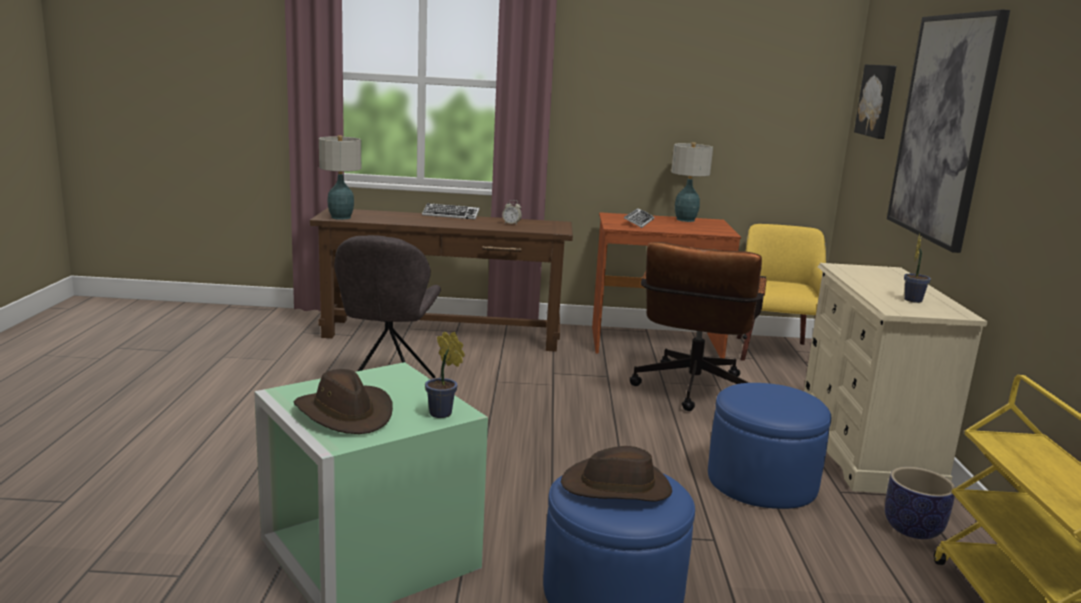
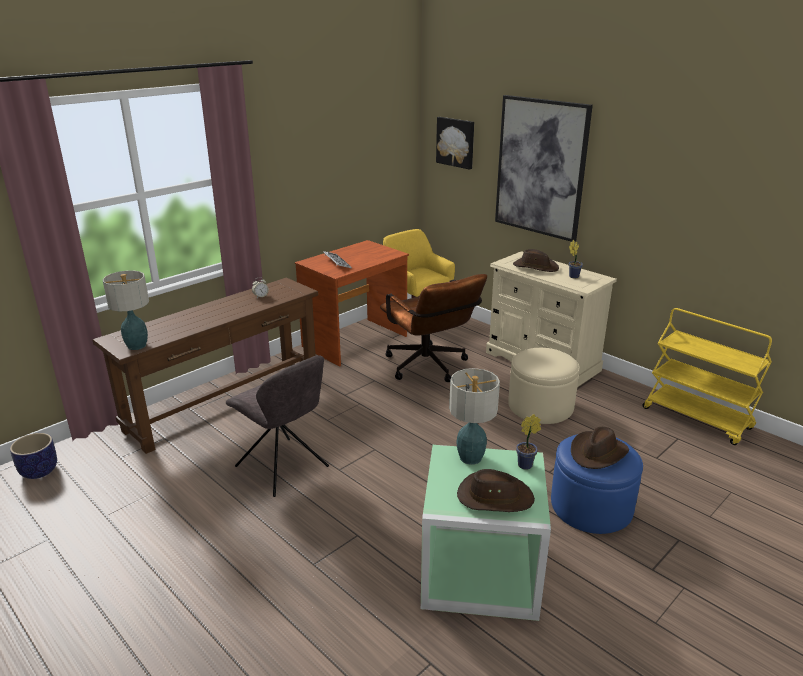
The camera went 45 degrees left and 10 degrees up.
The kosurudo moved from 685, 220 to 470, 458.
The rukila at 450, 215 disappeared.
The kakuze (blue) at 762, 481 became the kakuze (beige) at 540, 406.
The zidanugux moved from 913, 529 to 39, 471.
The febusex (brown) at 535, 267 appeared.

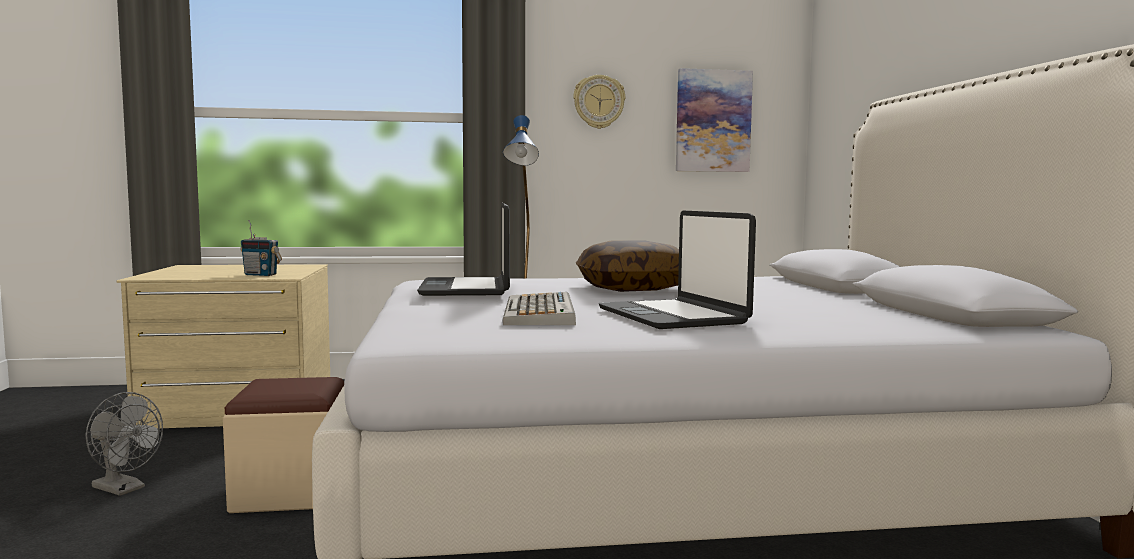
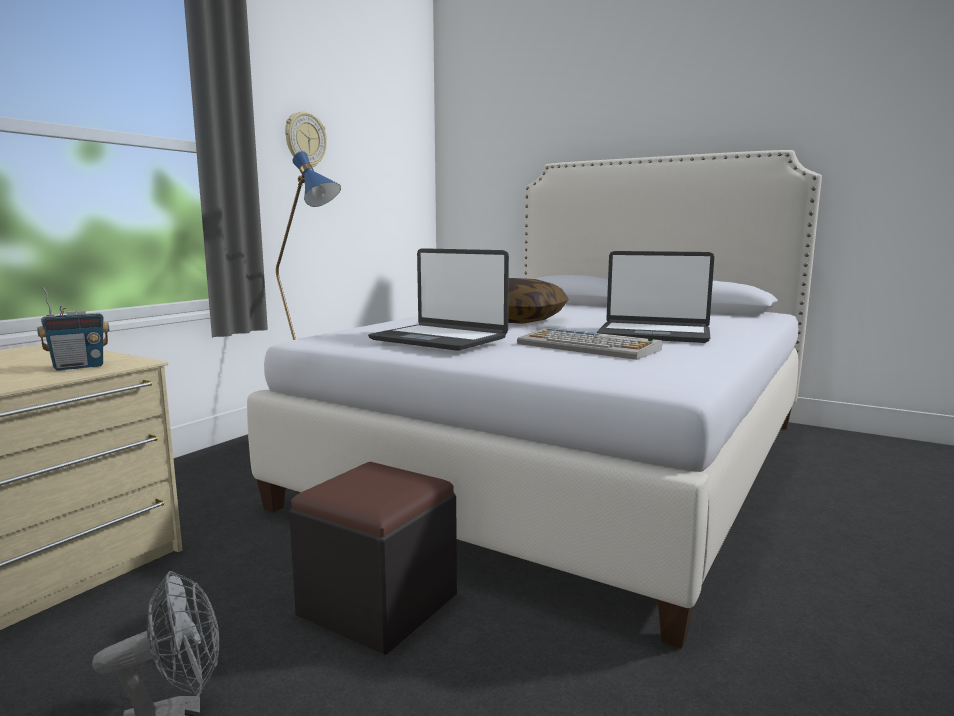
The camera went 50 degrees left and 5 degrees up.
The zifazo at 713, 121 disappeared.
The kakuze (beige) at 291, 491 became the kakuze (black) at 378, 605.

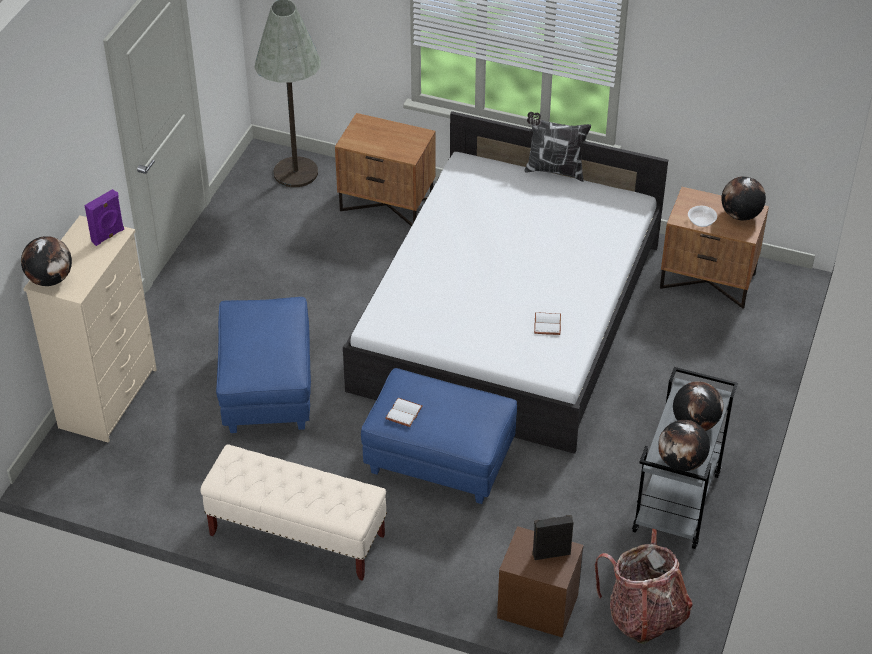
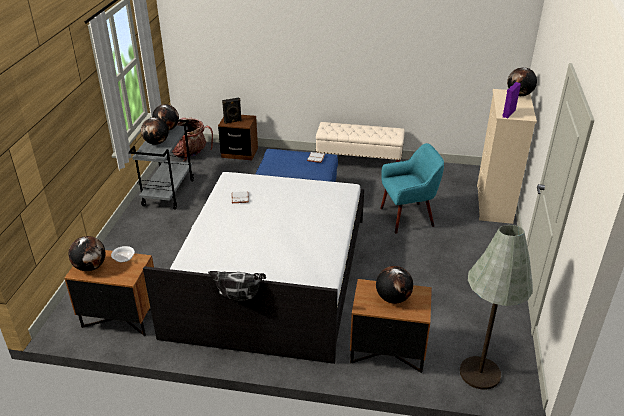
The camera went 170 degrees right and 10 degrees down.
The kakuze (blue) at 267, 390 was replaced by the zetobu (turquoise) at 407, 217.
The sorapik at 392, 298 appeared.

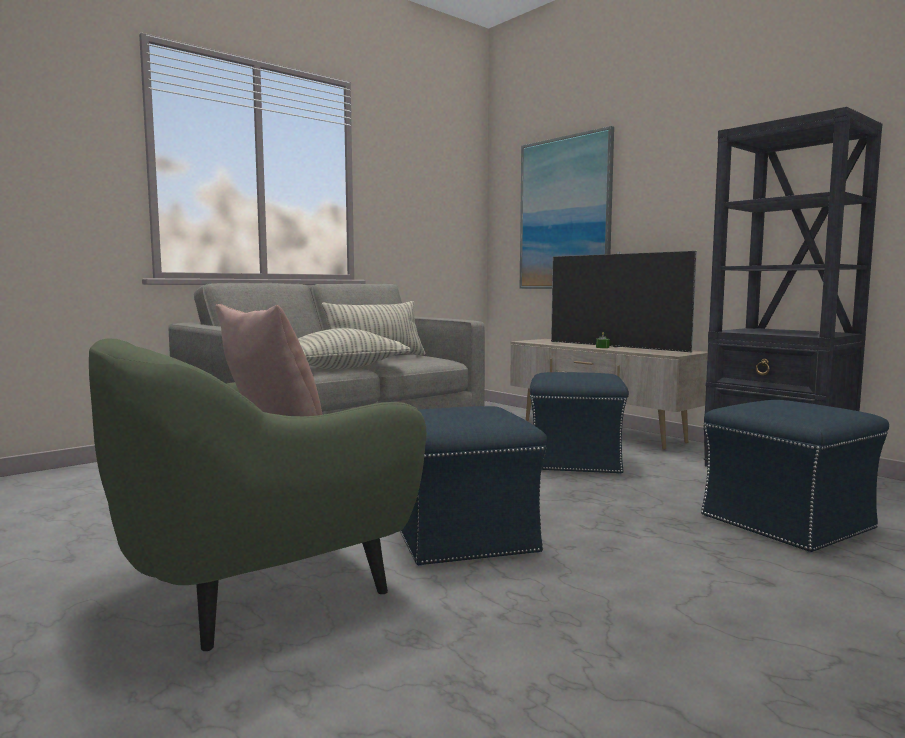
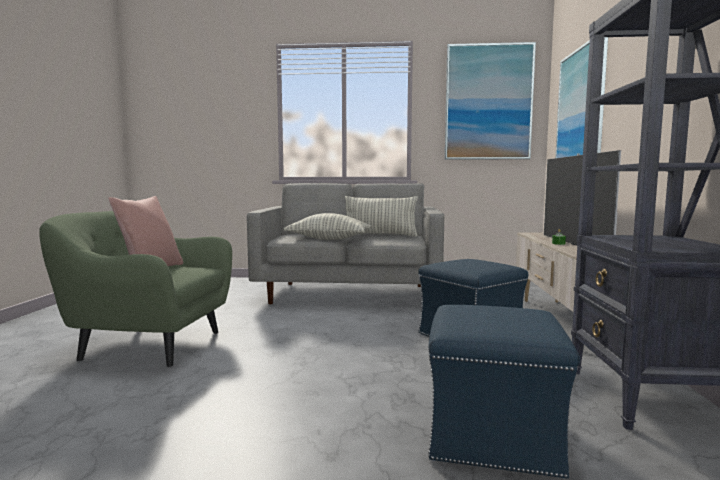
The camera went 45 degrees right and 0 degrees up.
The kakuze (blue) at 462, 535 disappeared.
The zifazo at 488, 102 appeared.

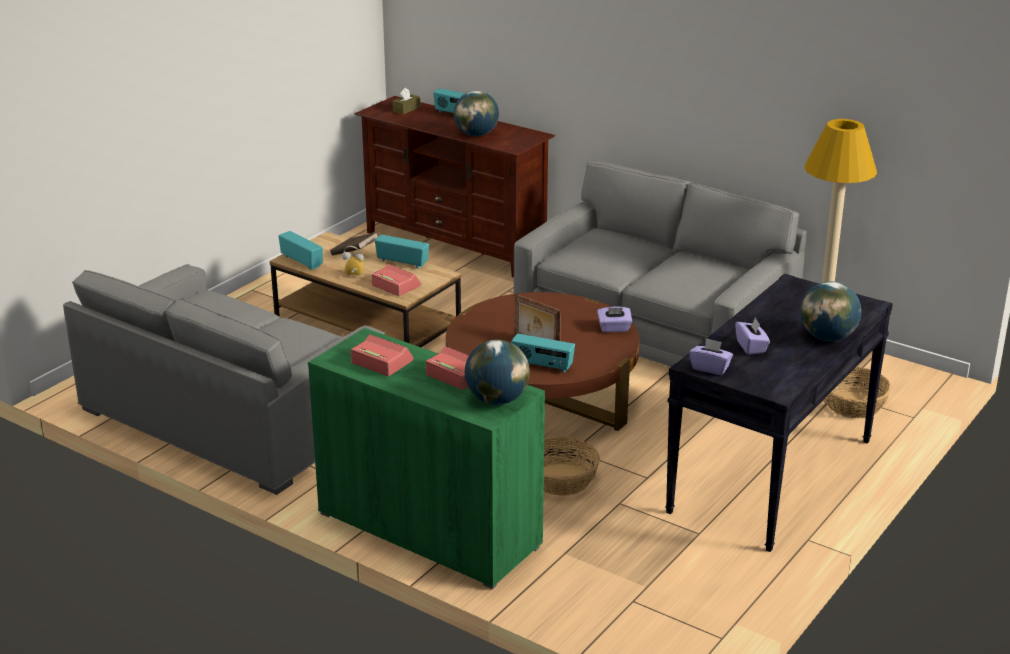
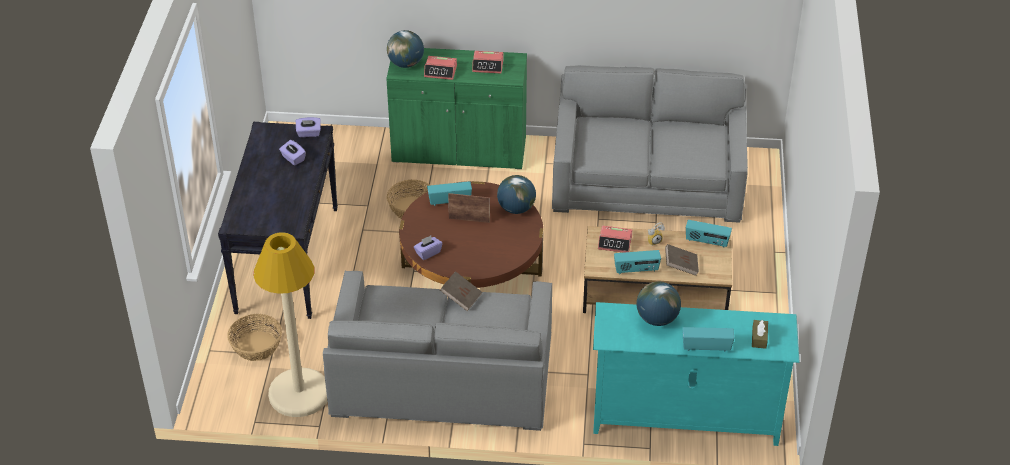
The camera went 150 degrees right and 15 degrees up.
The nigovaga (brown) at 456, 245 became the nigovaga (turquoise) at 685, 420.
The sorapik moved from 827, 337 to 516, 209.
The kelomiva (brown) at 461, 297 appeared.

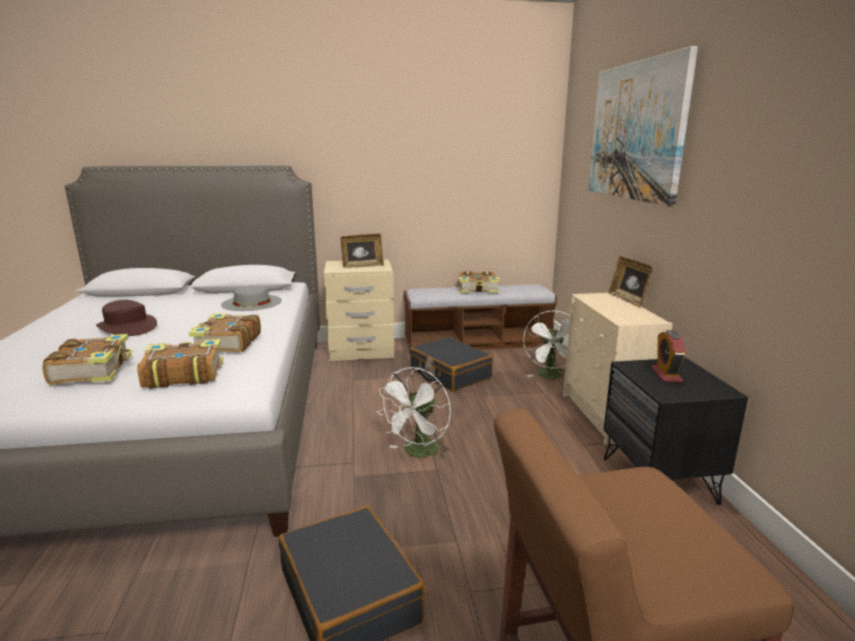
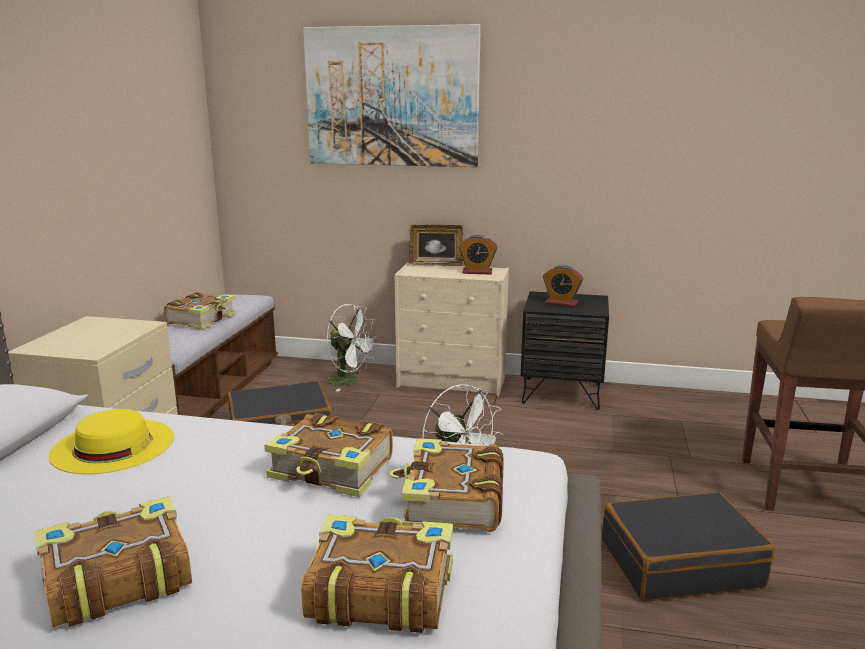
The camera went 70 degrees left and 0 degrees up.
The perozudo at 362, 266 disappeared.
The febusex (grey) at 252, 302 became the febusex (yellow) at 113, 445.
The febusex (brown) at 127, 327 was replaced by the kelomiva at 115, 579.
The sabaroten at 477, 272 appeared.

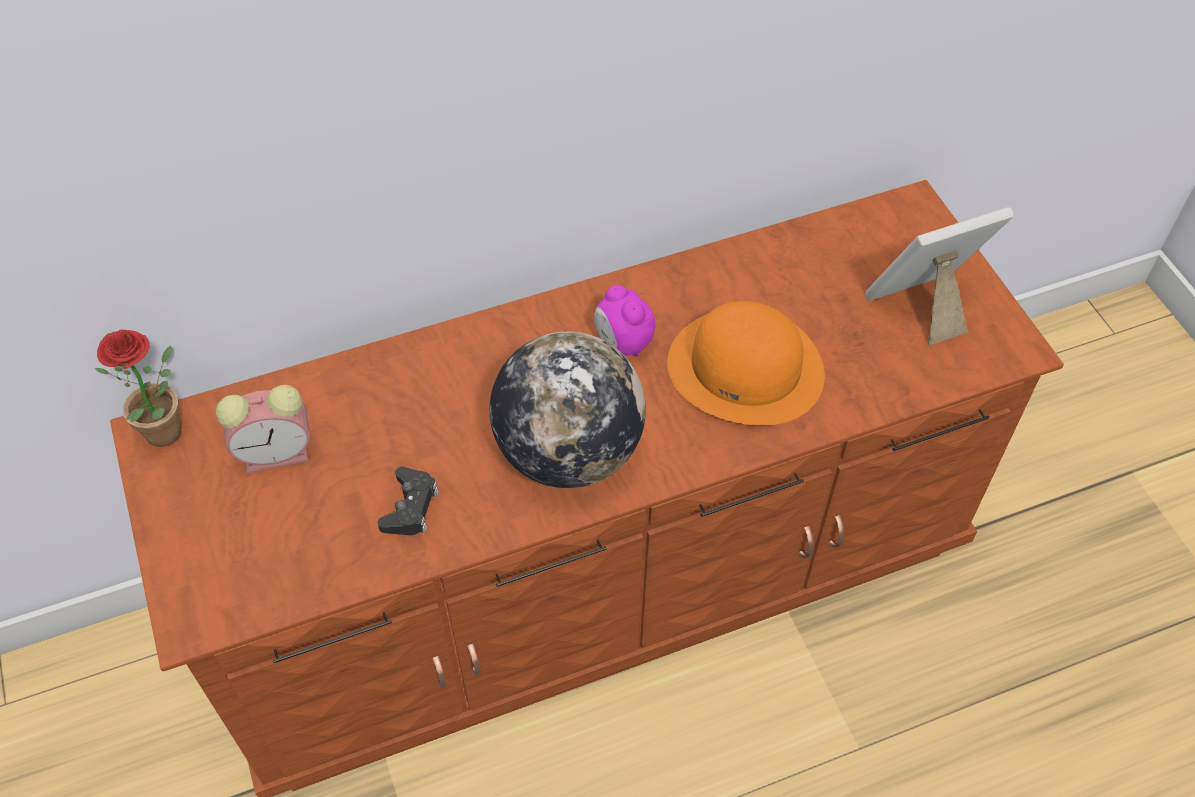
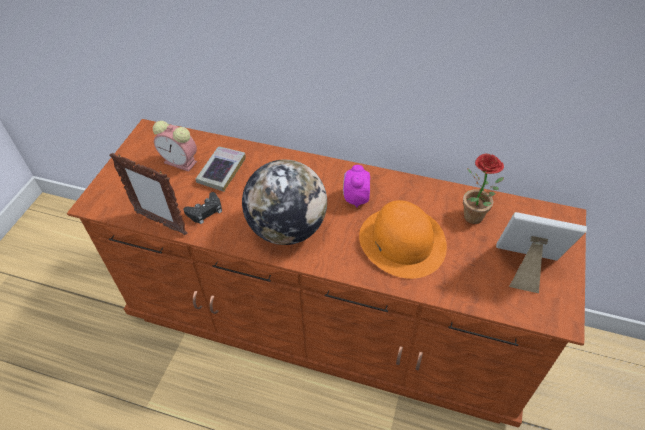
The camera went 40 degrees right and 5 degrees down.
The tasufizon moved from 169, 436 to 475, 220.
The kelomiva at 221, 171 appeared.
The perozudo at 161, 223 appeared.

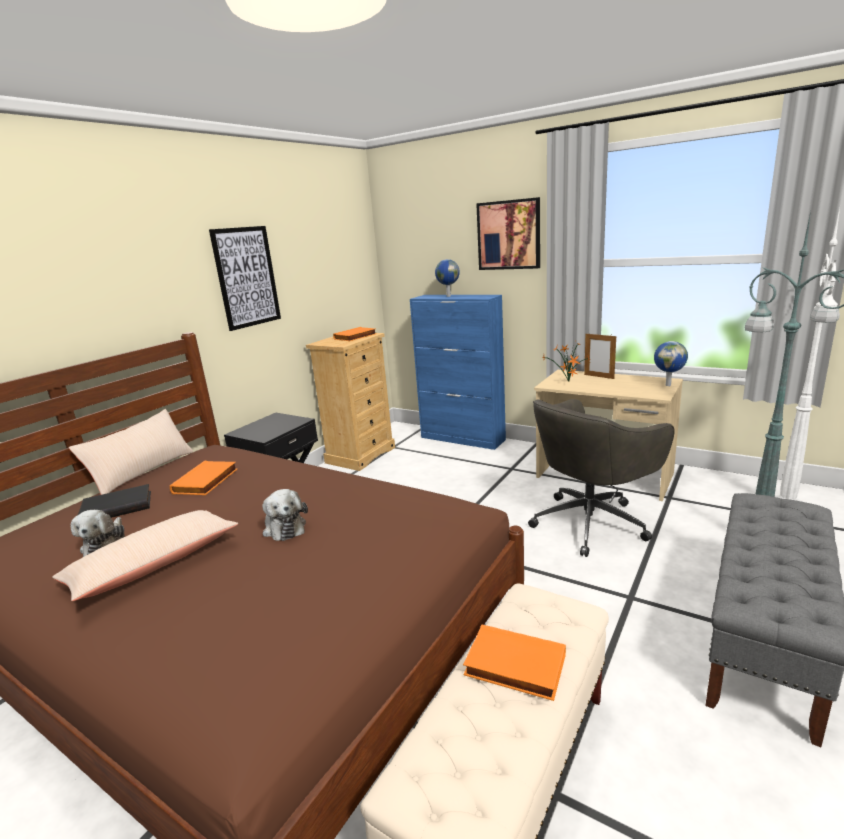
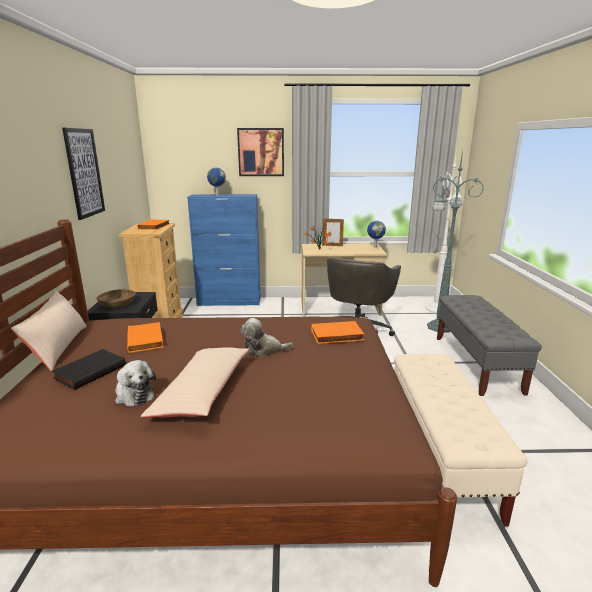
The camera went 35 degrees left and 0 degrees up.
The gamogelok at 284, 527 turned 150 degrees clockwise.
The kelomiva (orange) moved from 514, 667 to 336, 336.
The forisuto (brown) at 117, 303 appeared.

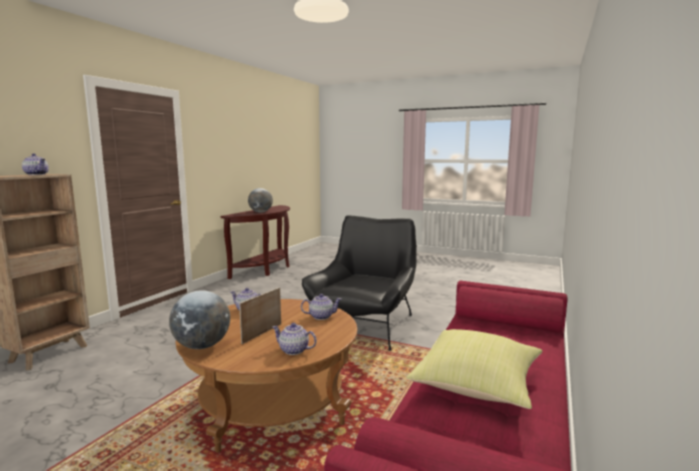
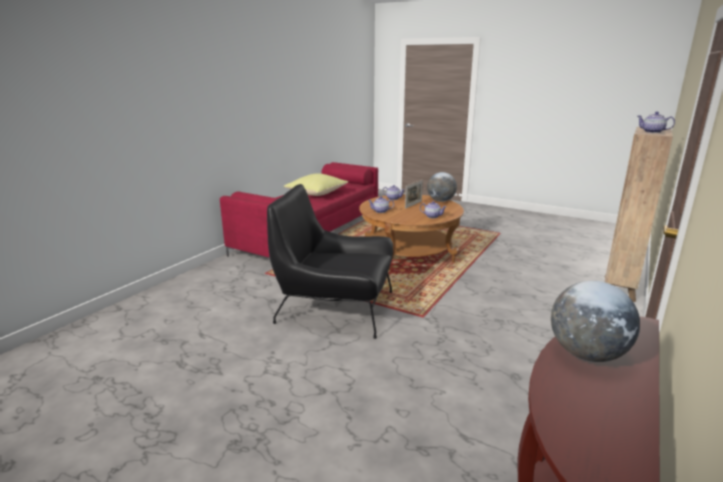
The camera went 175 degrees left and 10 degrees up.
The zetobu (black) at 364, 325 turned 75 degrees clockwise.

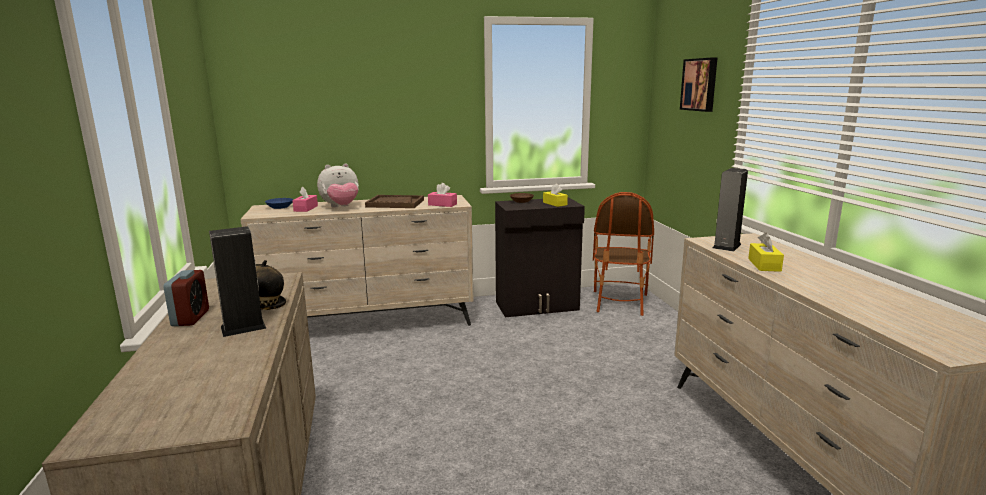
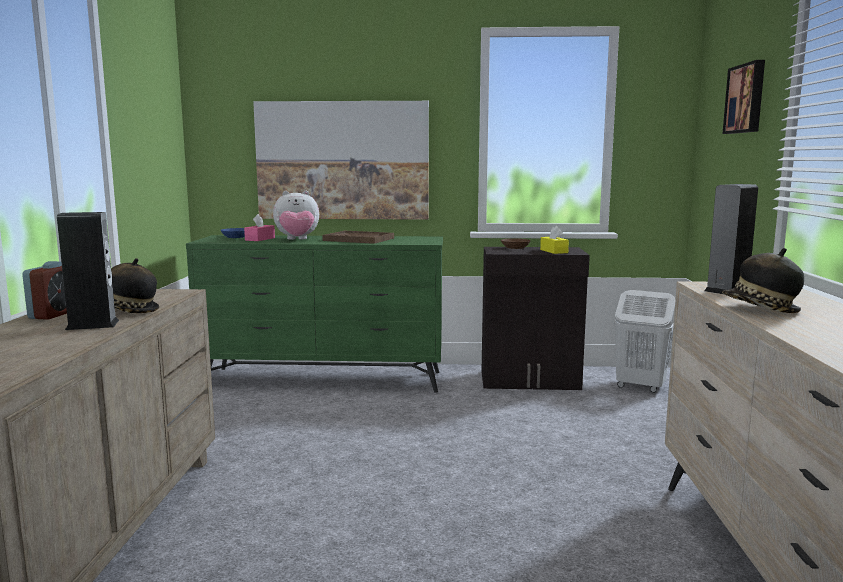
The camera went 15 degrees right and 5 degrees down.
The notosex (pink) at 442, 204 disappeared.
The zetobu at 619, 302 was replaced by the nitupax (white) at 639, 386.
The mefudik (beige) at 370, 324 became the mefudik (green) at 325, 380.
The notosex (yellow) at 764, 265 was replaced by the febusex at 760, 309.
The zifazo at 343, 161 appeared.

